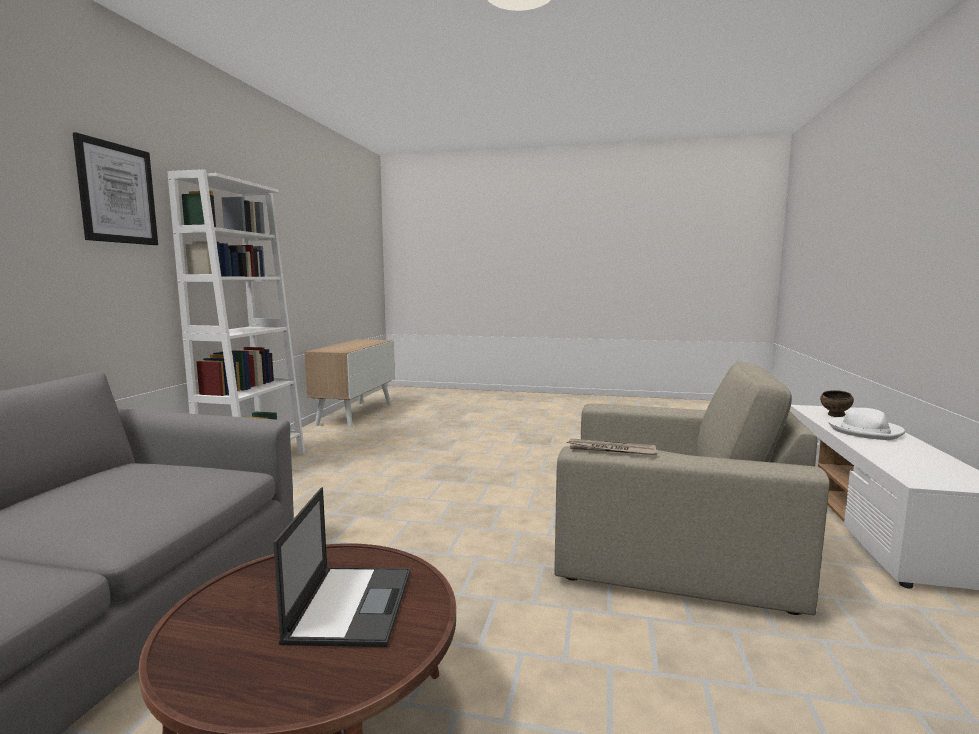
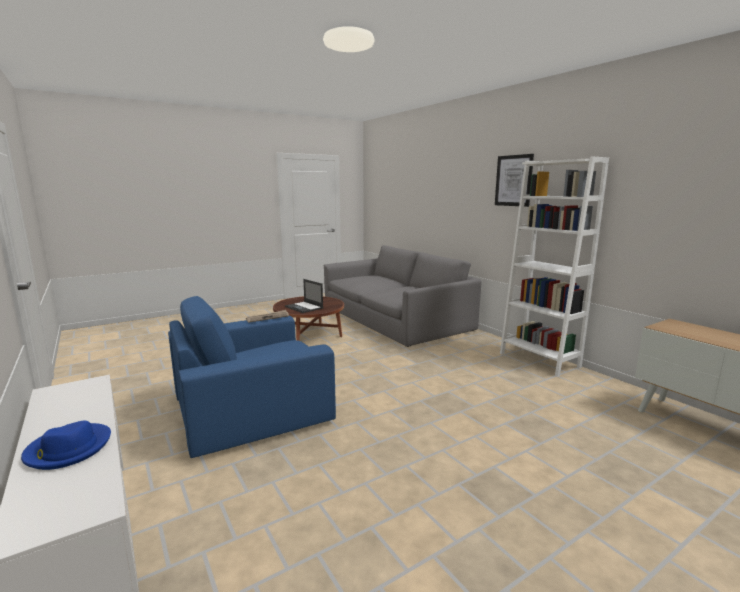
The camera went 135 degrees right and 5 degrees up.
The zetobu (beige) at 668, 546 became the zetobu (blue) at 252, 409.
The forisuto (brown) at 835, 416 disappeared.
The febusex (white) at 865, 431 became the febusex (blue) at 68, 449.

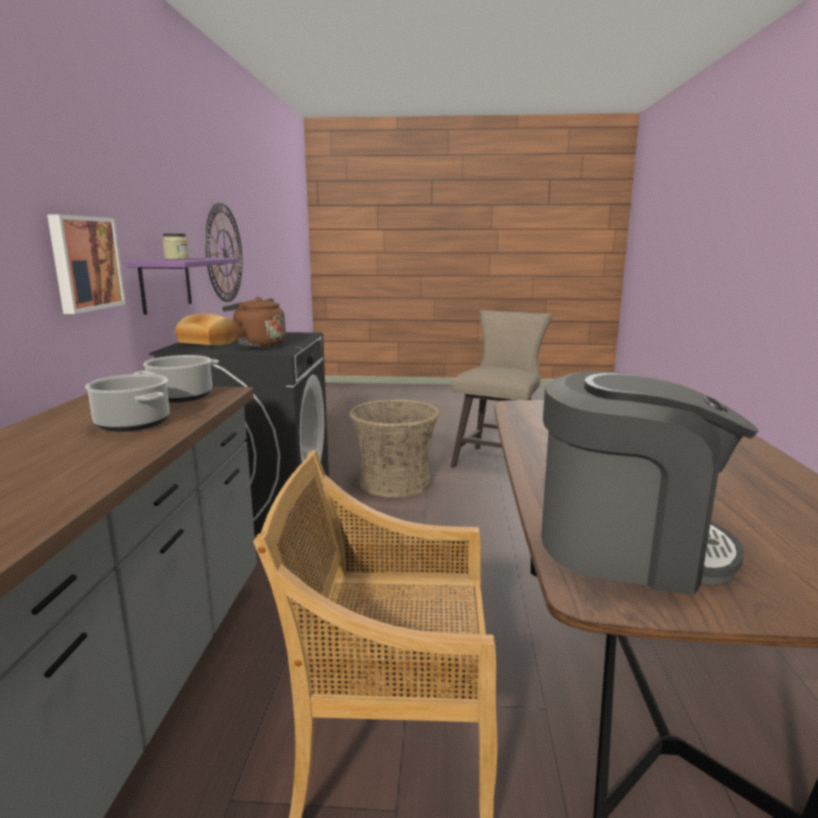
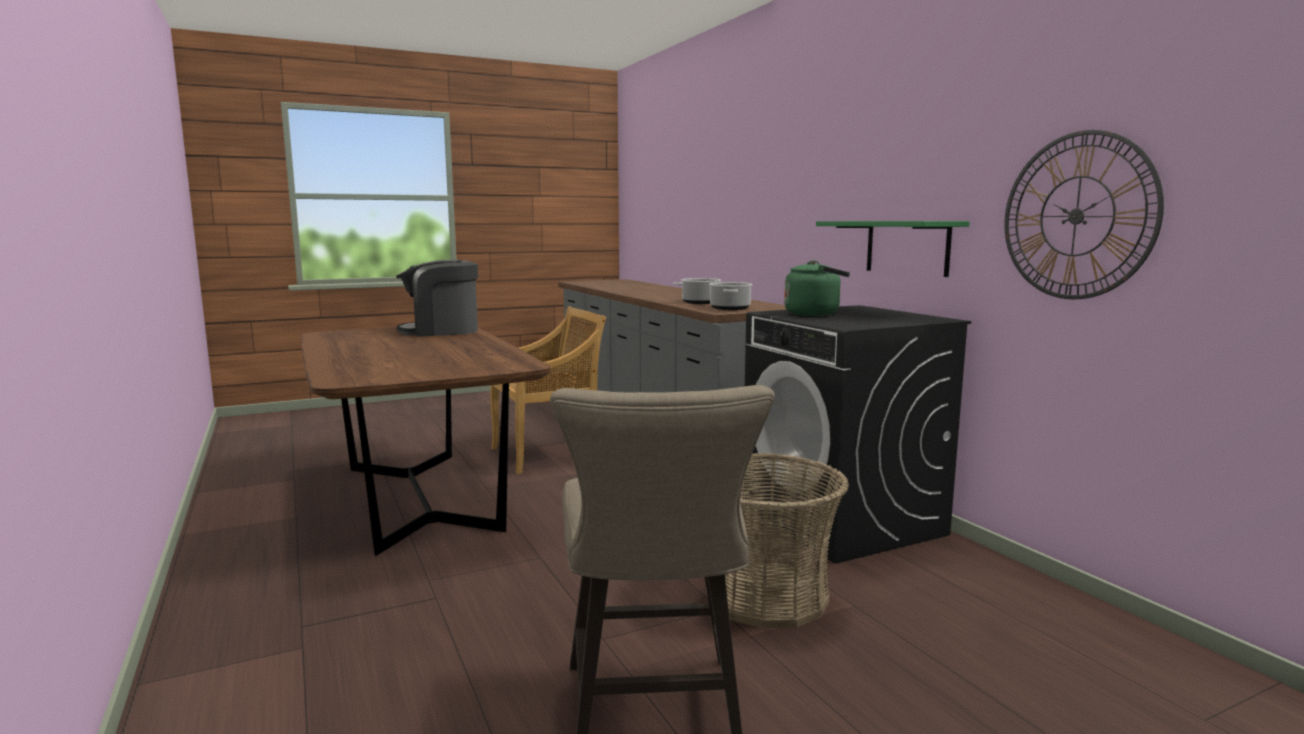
The camera went 150 degrees right and 5 degrees down.
The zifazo at 84, 263 disappeared.
The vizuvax at 177, 259 disappeared.
The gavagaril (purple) at 166, 284 became the gavagaril (green) at 907, 247.
The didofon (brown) at 257, 345 became the didofon (green) at 815, 314.
The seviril at 207, 343 disappeared.

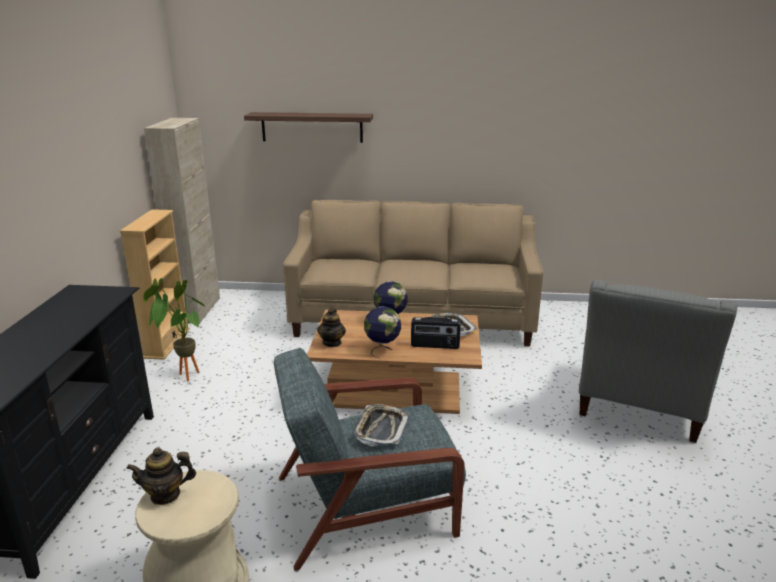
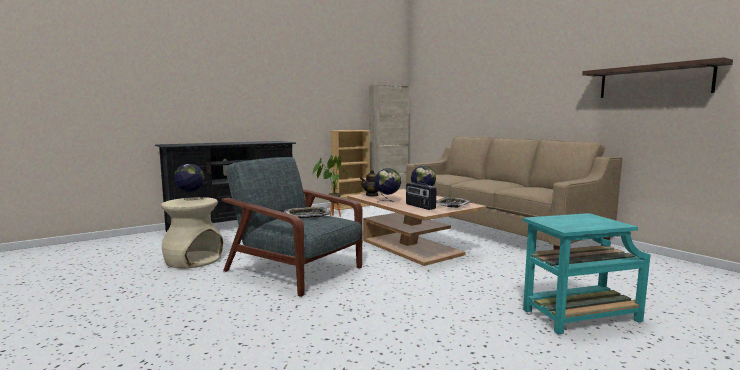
The camera went 50 degrees right and 15 degrees down.
The gavagaril moved from 312, 127 to 653, 81.
The zetobu (grey) at 638, 409 was replaced by the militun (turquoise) at 578, 316.
The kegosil at 165, 495 was replaced by the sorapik at 190, 199.

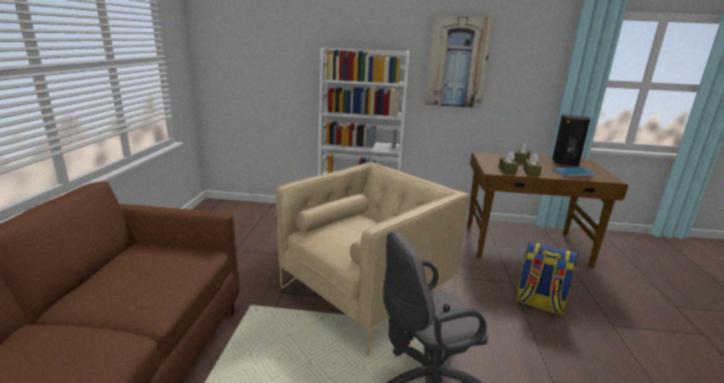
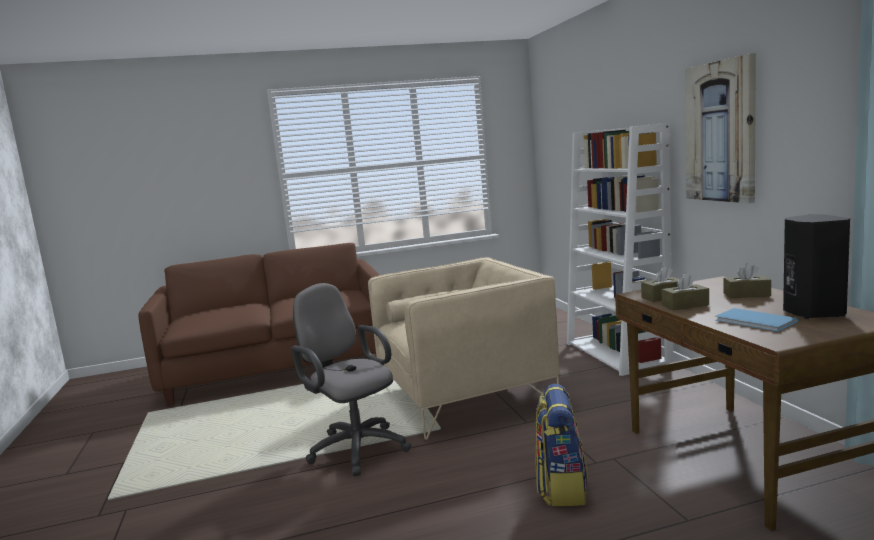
The camera went 70 degrees right and 10 degrees down.
The zetobu (beige) at 367, 292 turned 45 degrees counterclockwise.

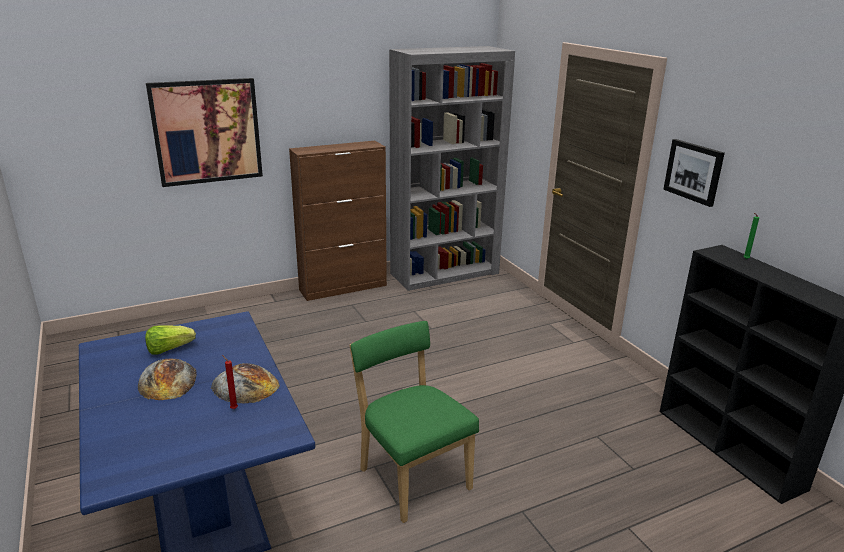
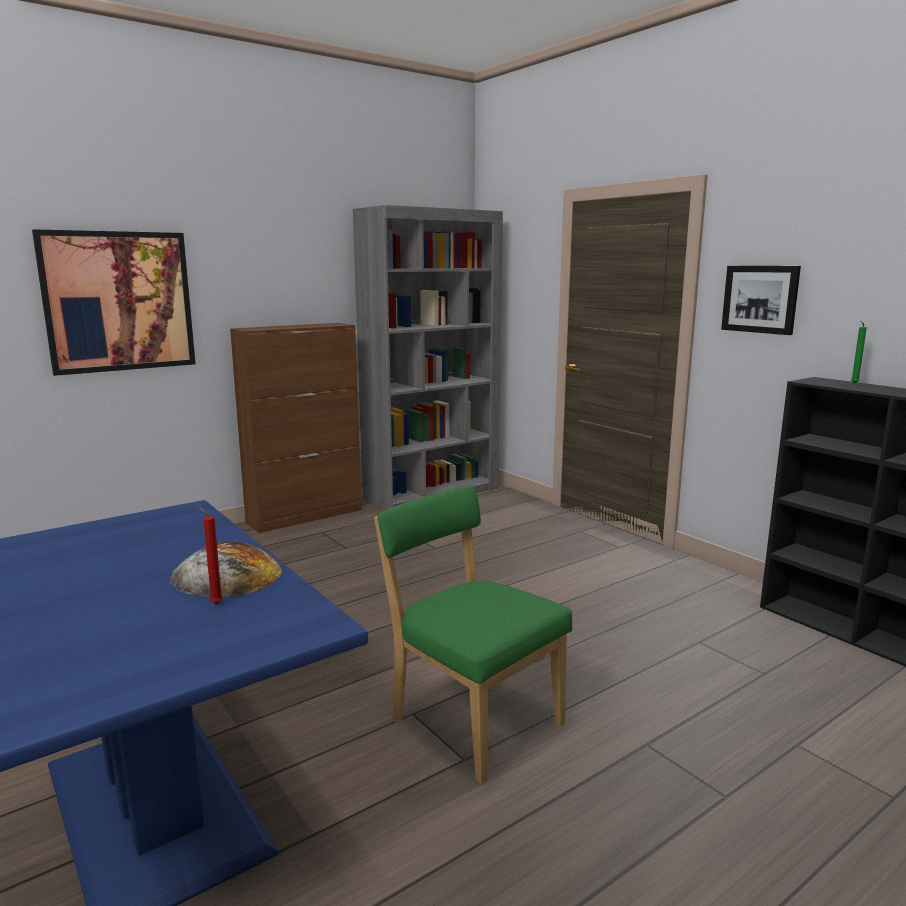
The camera went 10 degrees left and 10 degrees down.
The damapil at 169, 349 disappeared.
The seviril at 168, 381 disappeared.

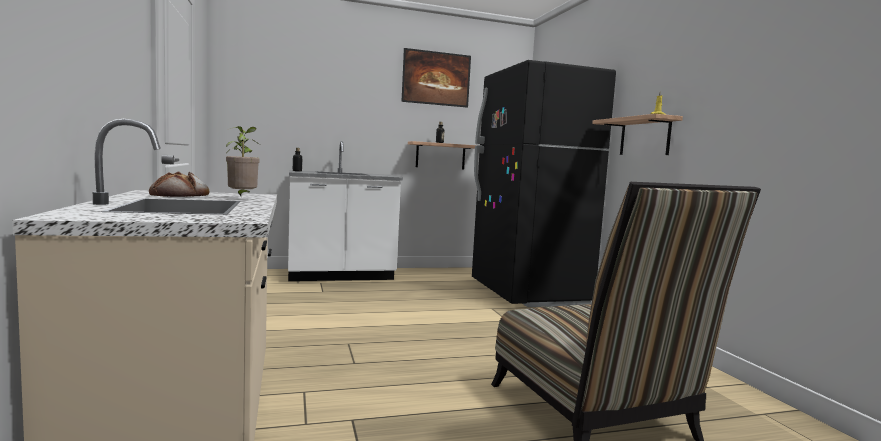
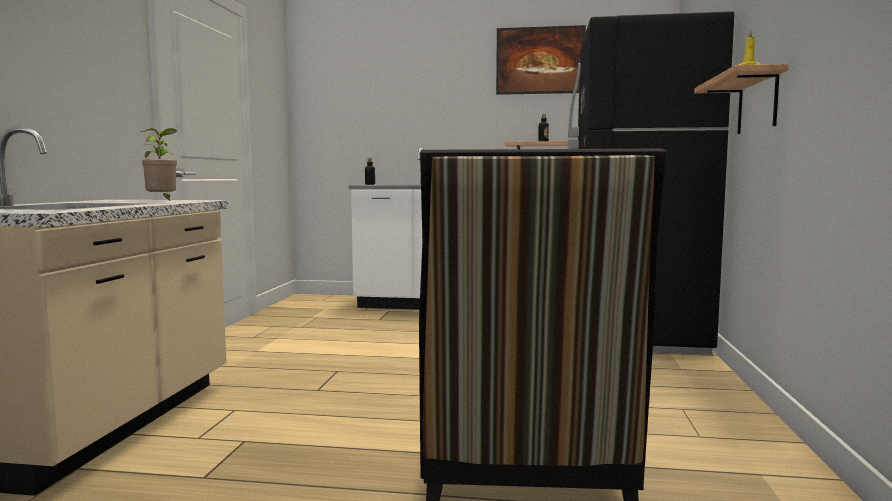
The camera went 25 degrees right and 0 degrees up.
The seviril at 180, 195 disappeared.

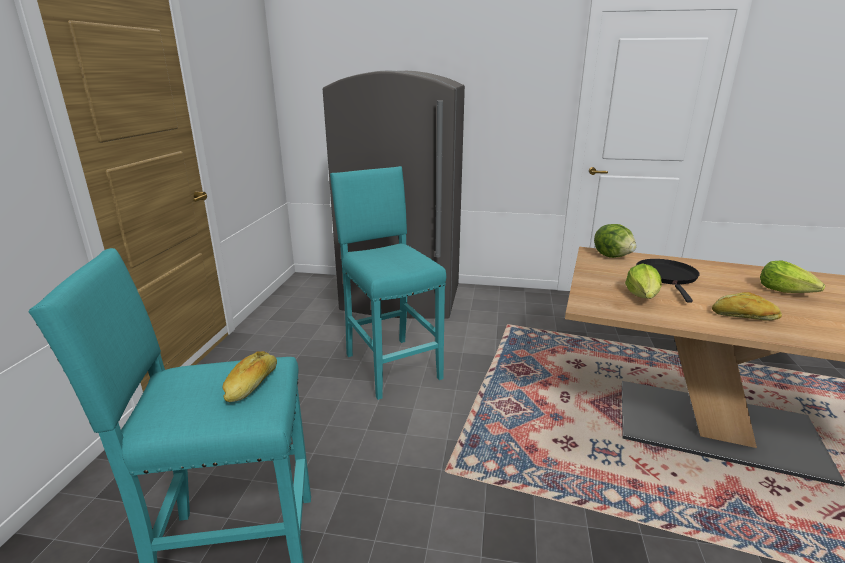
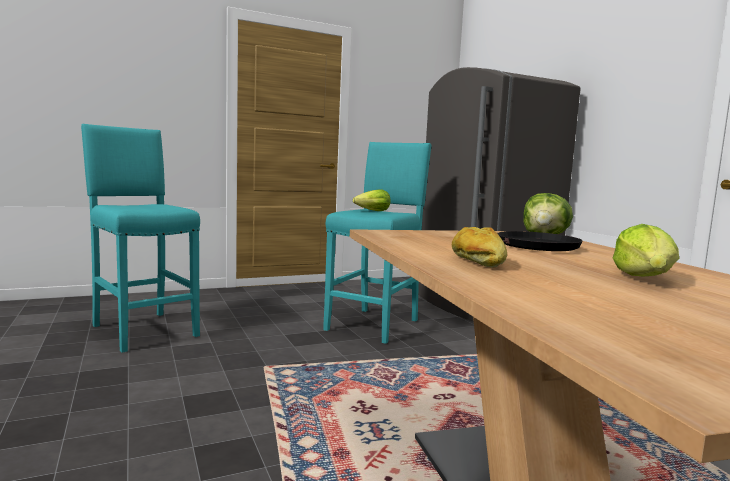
The camera went 55 degrees right and 15 degrees down.
The damapil moved from 642, 296 to 373, 211.
The seviril at 252, 385 disappeared.

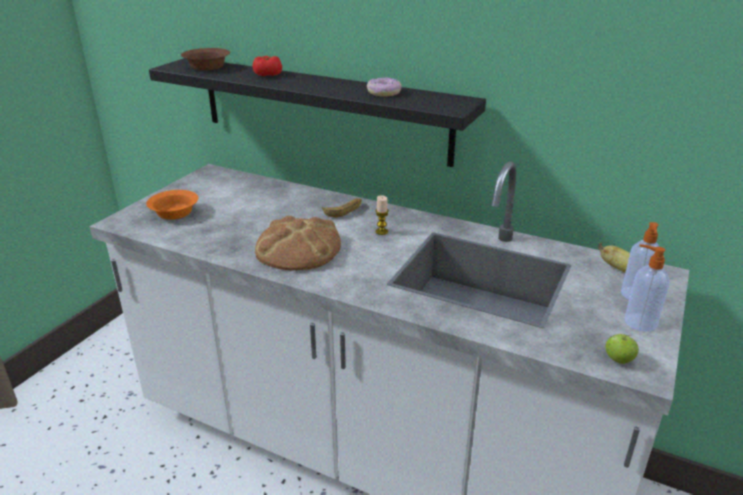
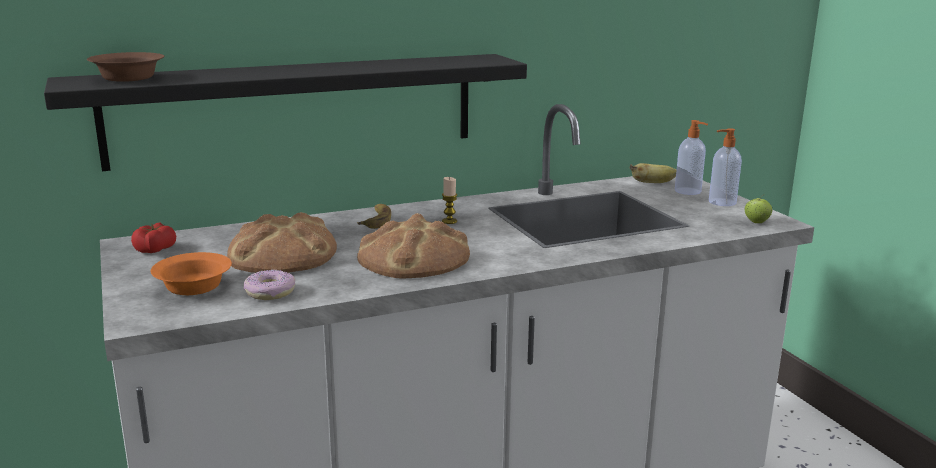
The camera went 50 degrees left and 10 degrees down.
The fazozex moved from 268, 74 to 155, 249.
The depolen moved from 383, 93 to 270, 292.
The seviril at 283, 254 appeared.

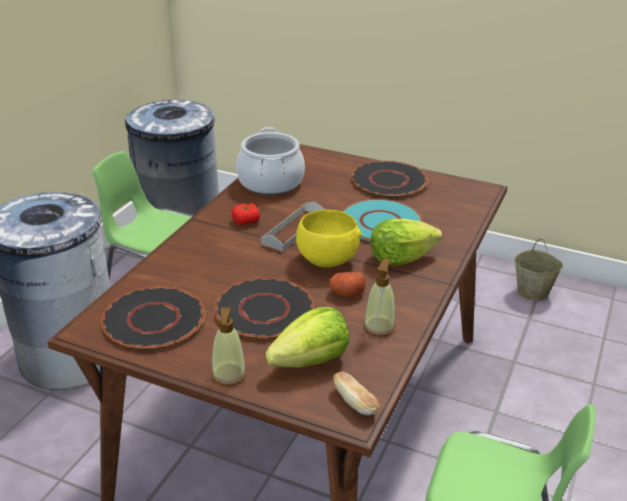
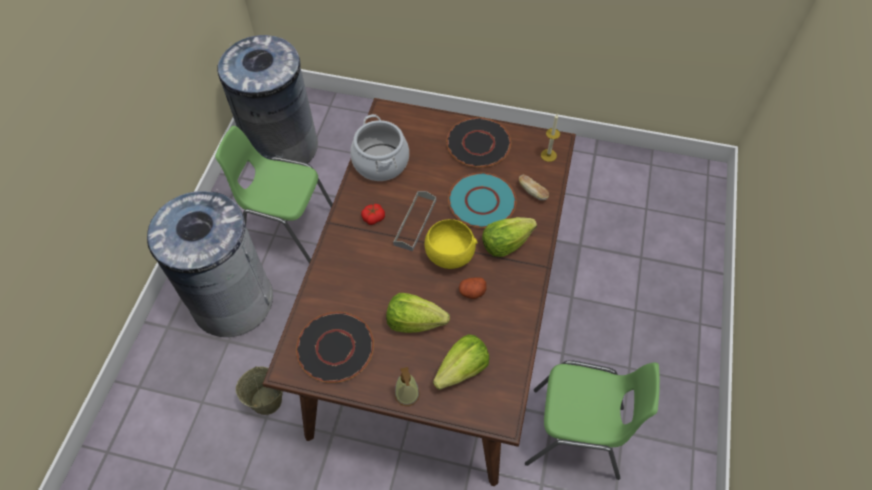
The camera went 10 degrees left and 25 degrees up.
The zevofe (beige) moved from 533, 292 to 267, 400.
The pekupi at 379, 327 disappeared.
The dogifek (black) at 264, 309 was replaced by the damapil at 414, 321.
The seviril moved from 354, 402 to 532, 192.
The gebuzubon at 548, 155 appeared.

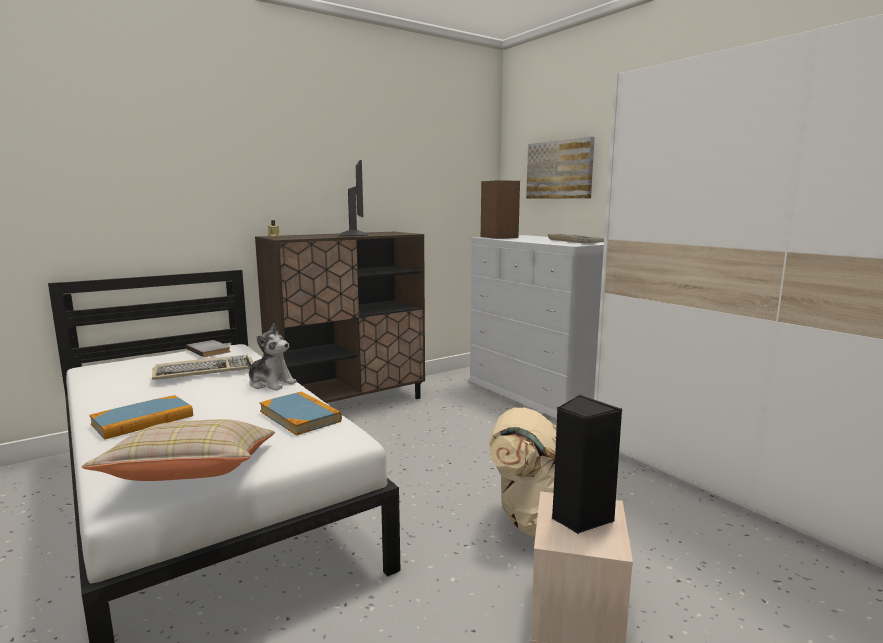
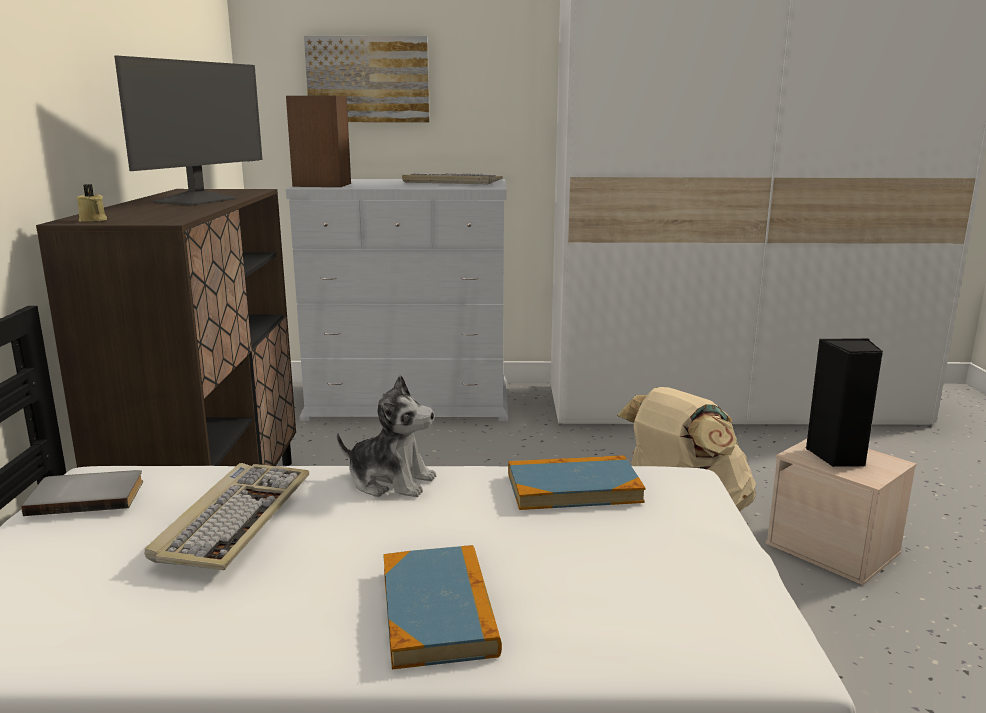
The camera went 55 degrees left and 5 degrees up.
The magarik at 354, 234 turned 90 degrees clockwise.
The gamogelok at 271, 383 turned 45 degrees clockwise.
The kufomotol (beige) at 194, 476 disappeared.

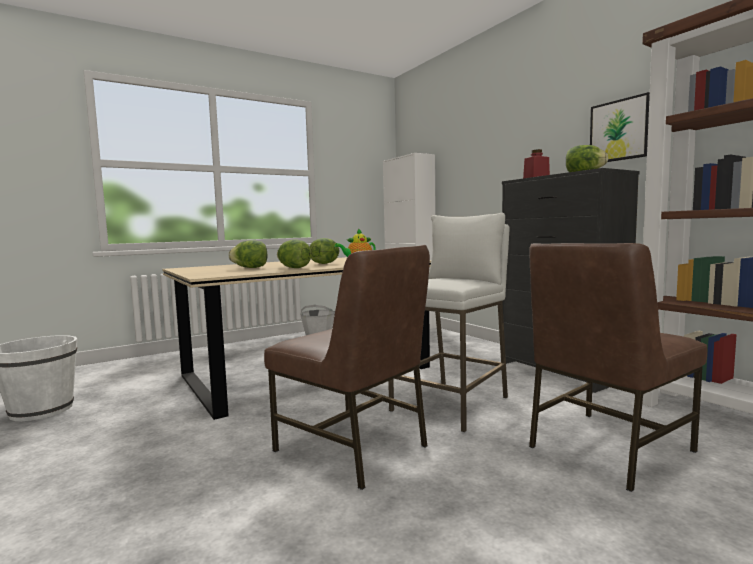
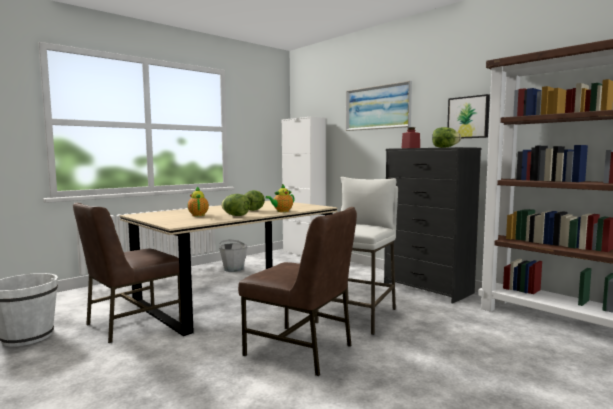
The camera went 10 degrees left and 0 degrees up.
The damapil at 250, 268 was replaced by the kegosil at 198, 215.
The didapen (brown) moved from 606, 448 to 132, 323.
The zifazo at 377, 107 appeared.

